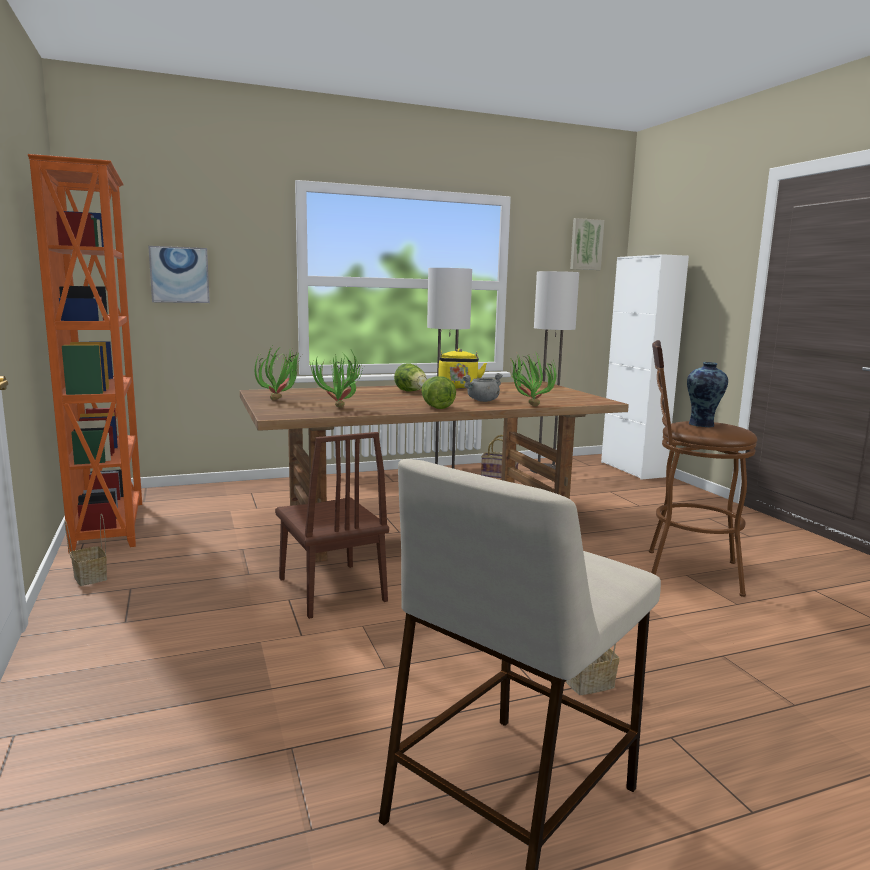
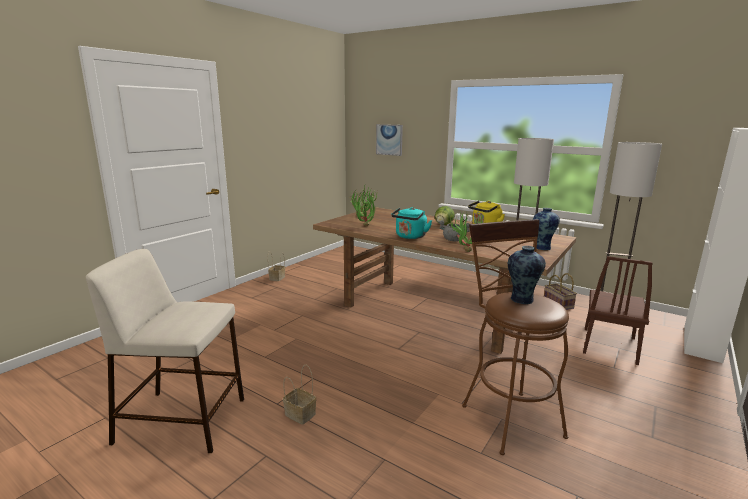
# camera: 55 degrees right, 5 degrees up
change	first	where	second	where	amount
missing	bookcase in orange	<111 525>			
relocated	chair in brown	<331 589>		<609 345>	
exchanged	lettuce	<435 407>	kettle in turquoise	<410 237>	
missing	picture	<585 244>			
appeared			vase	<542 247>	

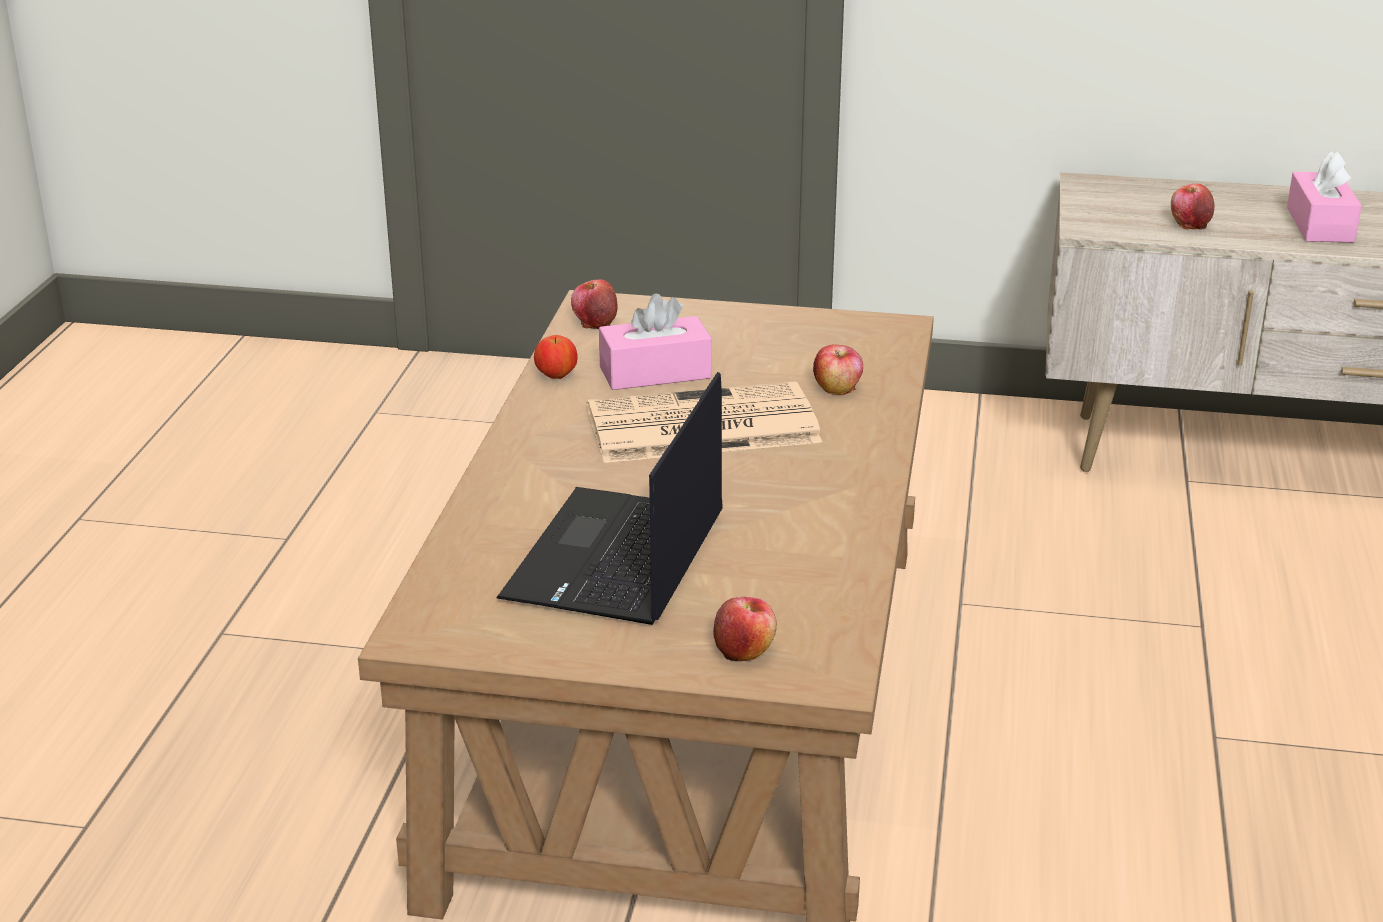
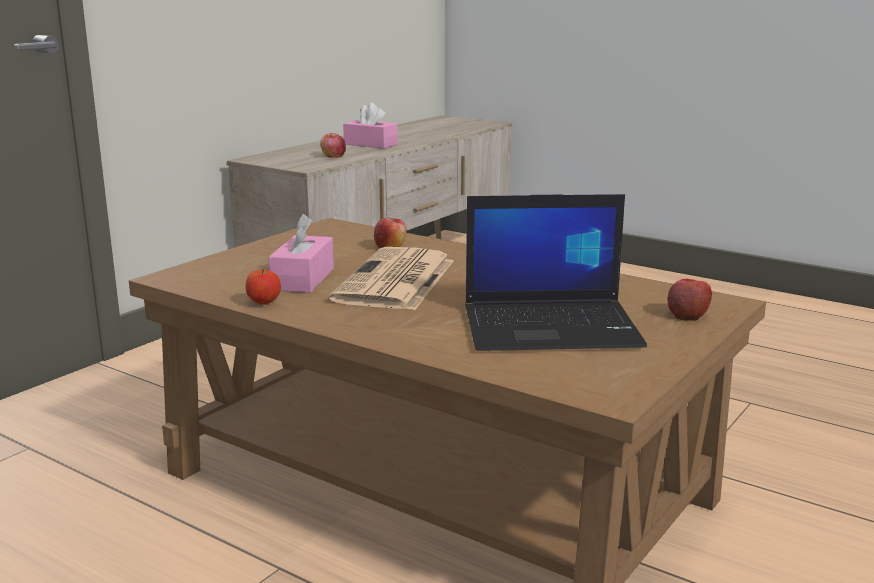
# camera: 65 degrees left, 10 degrees down
change	first	where	second	where	amount
spun	laptop	<617 560>		<552 327>	45 degrees counterclockwise
missing	apple	<594 322>			

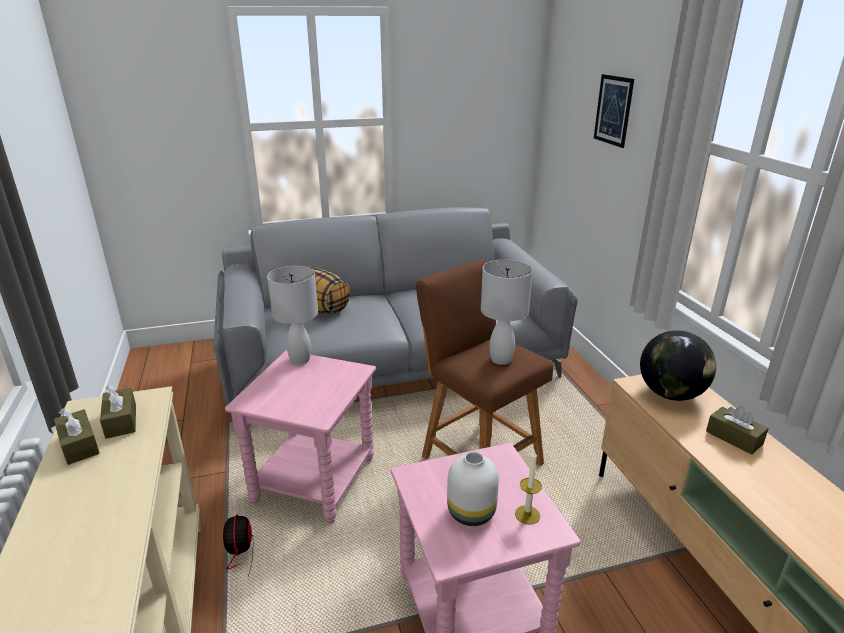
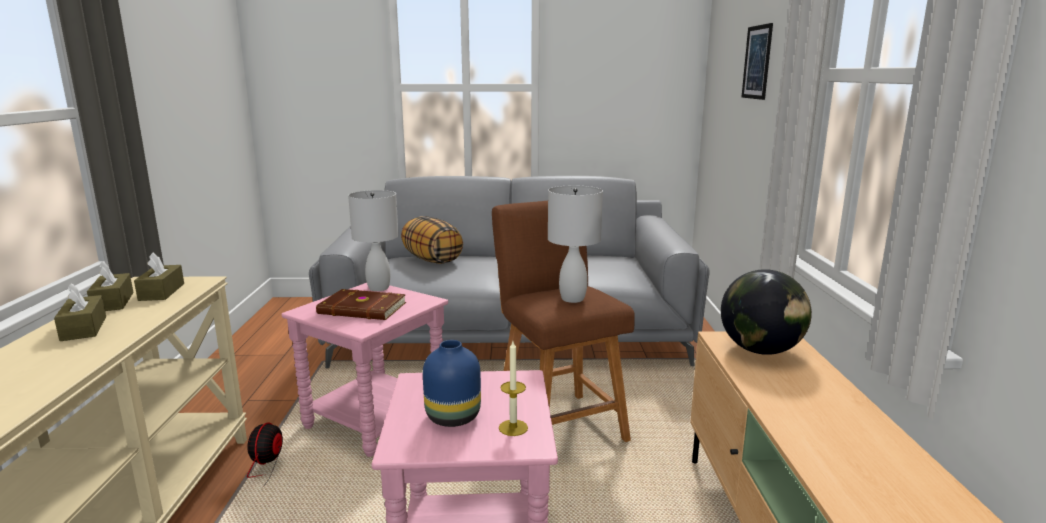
# camera: 15 degrees right, 10 degrees down
change	first	where	second	where	amount
colour	vase in white	<471 513>	vase in blue	<452 418>	
relocated	tissue box in brown	<734 438>		<84 328>	
appeared			book in brown	<362 309>	

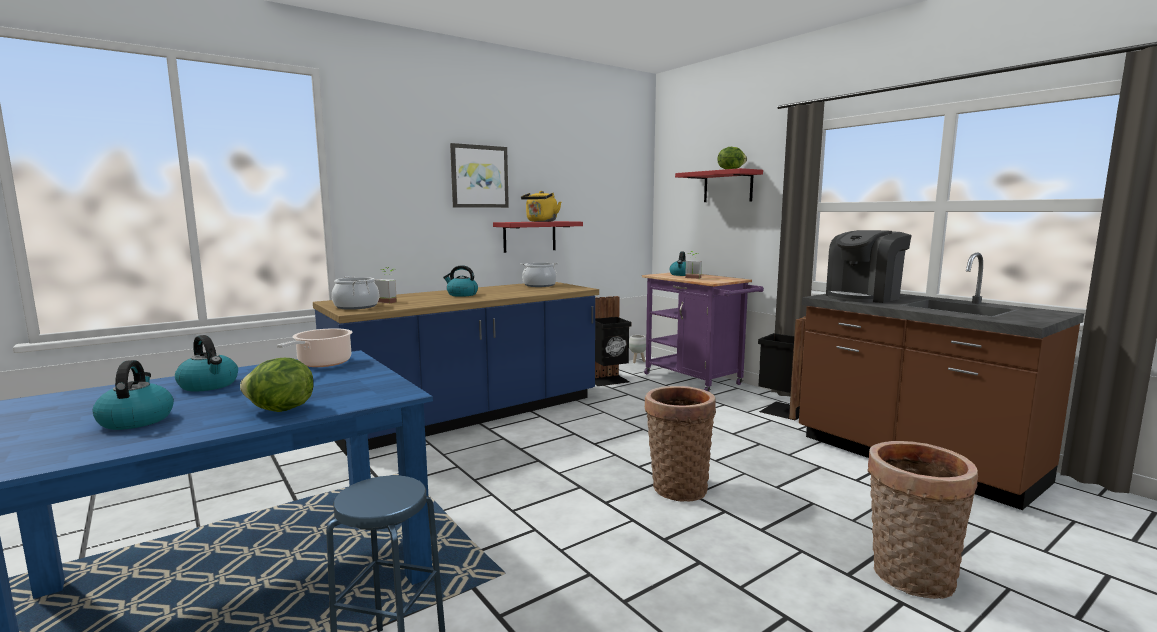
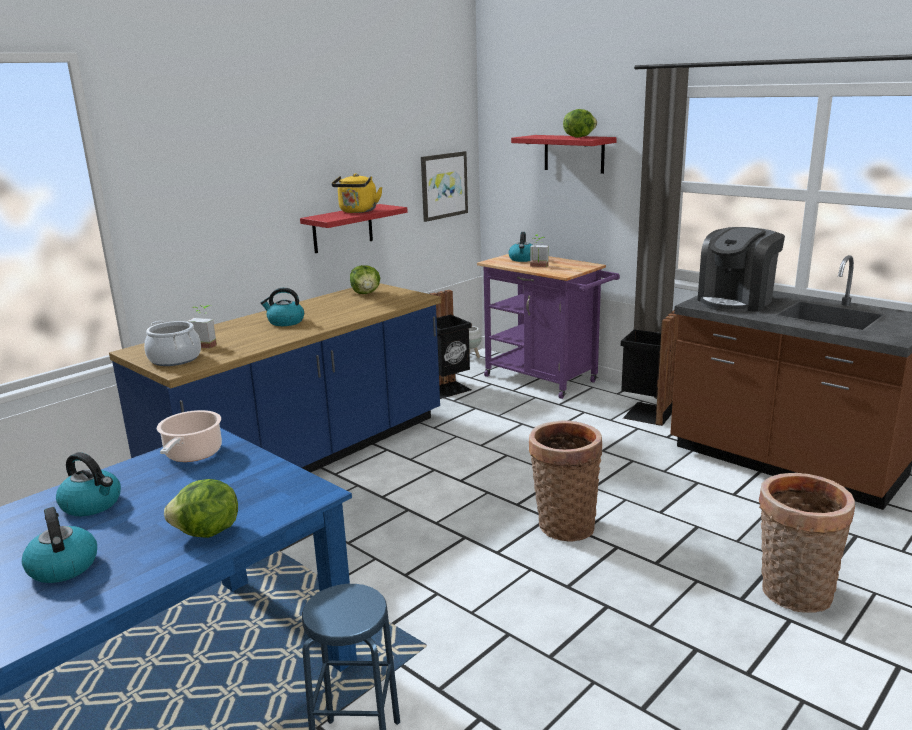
# camera: 10 degrees left, 10 degrees up
change	first	where	second	where	amount
relocated	picture	<479 176>		<443 185>	
exchanged	cooking pot	<539 285>	lettuce	<366 293>	

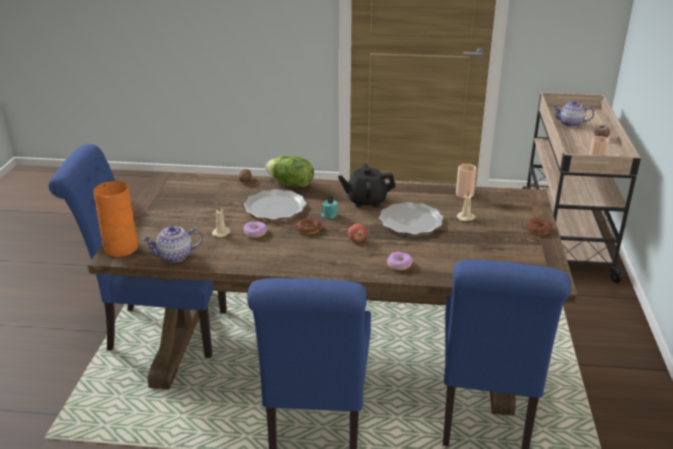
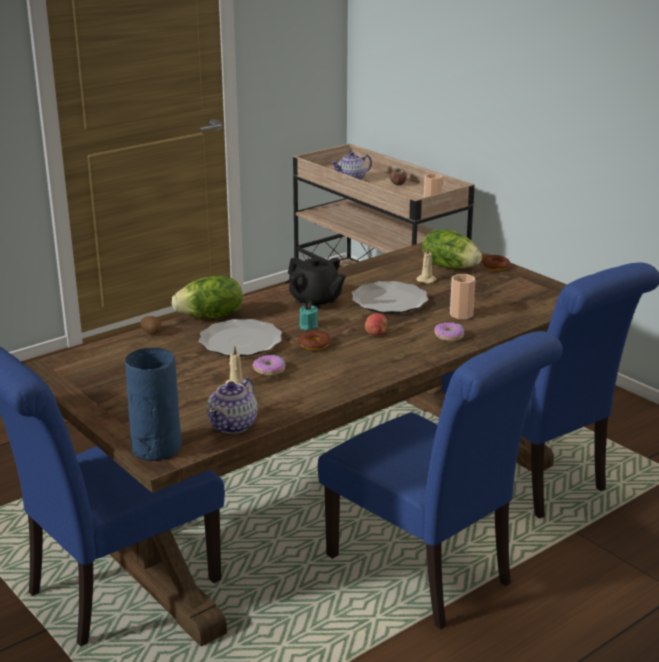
# camera: 45 degrees left, 5 degrees down
change	first	where	second	where	amount
colour	vase in orange	<120 248>	vase in blue	<155 449>	
spun	teapot in black	<366 201>		<316 301>	90 degrees counterclockwise
relocated	cup	<464 194>		<461 314>	
appeared			lettuce	<450 266>	

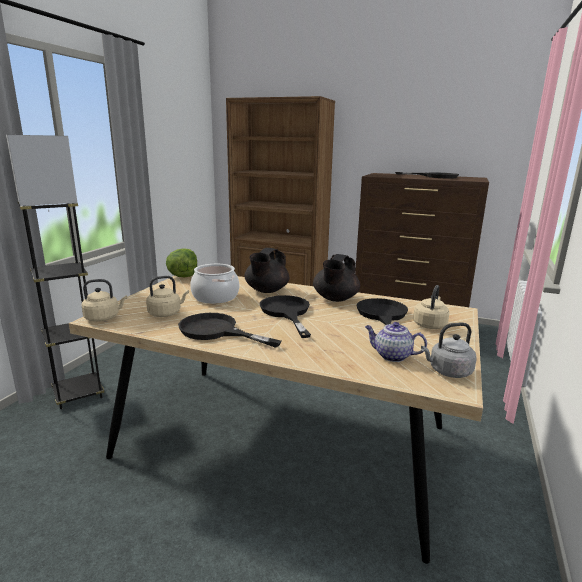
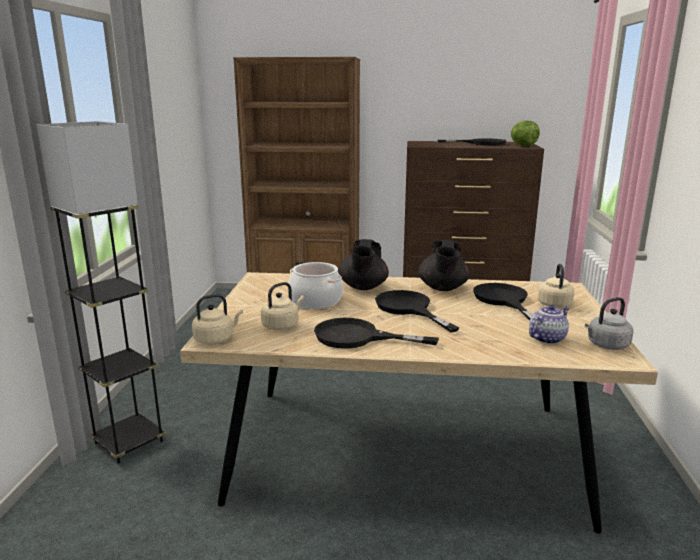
# camera: 15 degrees left, 0 degrees up
change	first	where	second	where	amount
relocated	lettuce	<183 276>		<522 145>	
spun	teapot	<392 356>		<547 338>	135 degrees clockwise

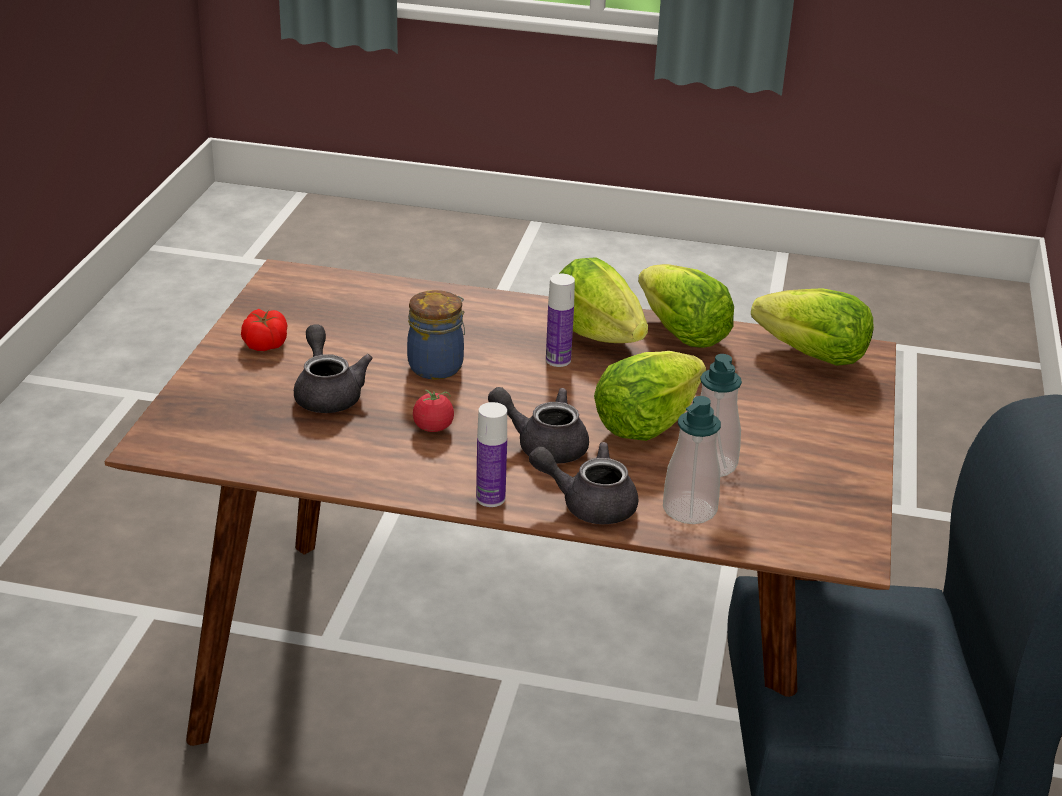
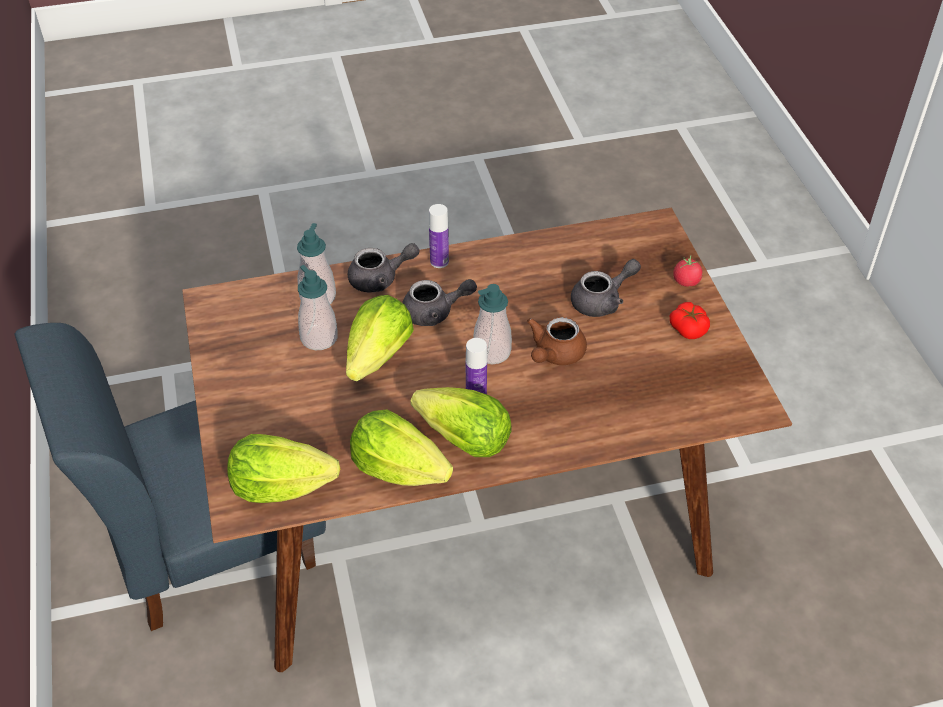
# camera: 155 degrees right, 15 degrees up
change	first	where	second	where	amount
spun	teapot in grey	<327 393>		<602 301>	75 degrees counterclockwise
exchanged	jar	<438 366>	teapot in brown	<554 354>	
relocated	tomato	<433 427>		<686 281>	
appeared			soap dispenser	<492 352>	

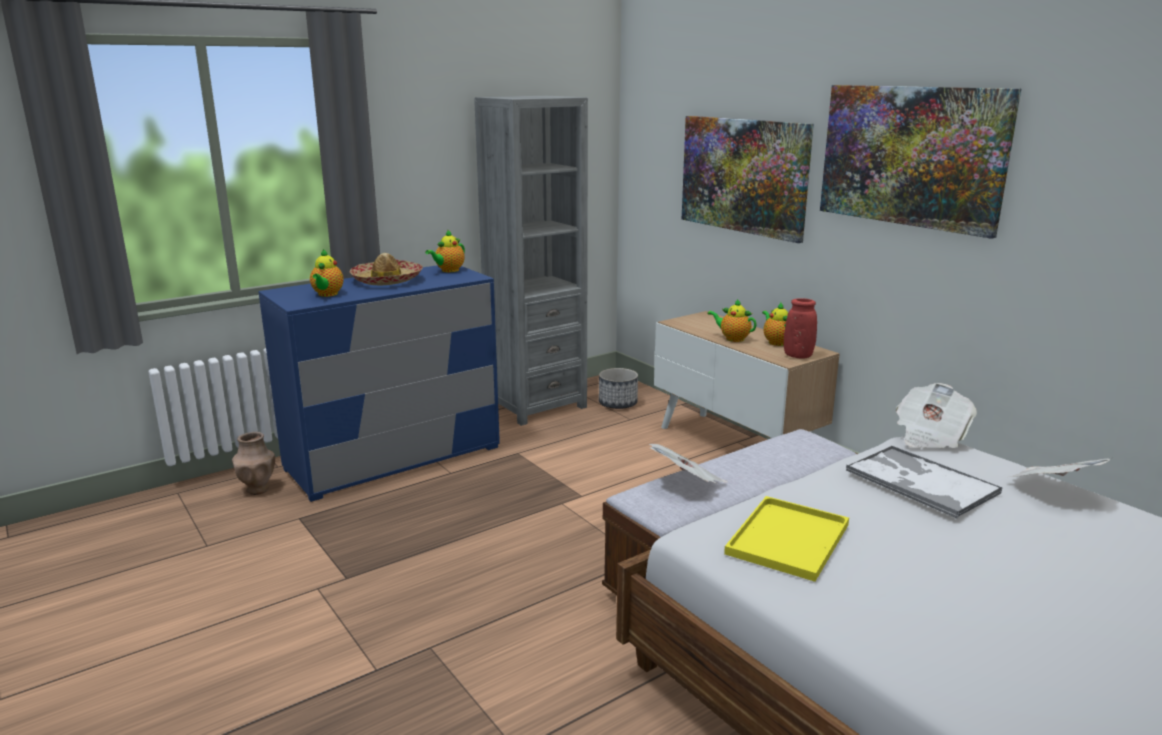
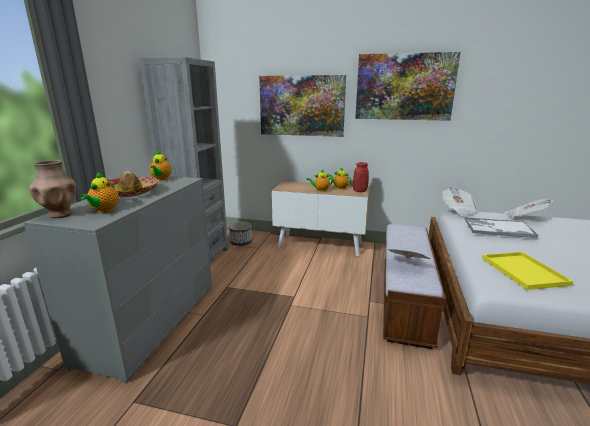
# camera: 40 degrees left, 0 degrees up
change	first	where	second	where	amount
relocated	vase in brown	<258 489>		<60 214>	
colour	dresser in blue	<394 458>	dresser in grey	<151 322>	
spun	teapot	<327 294>		<104 210>	45 degrees clockwise

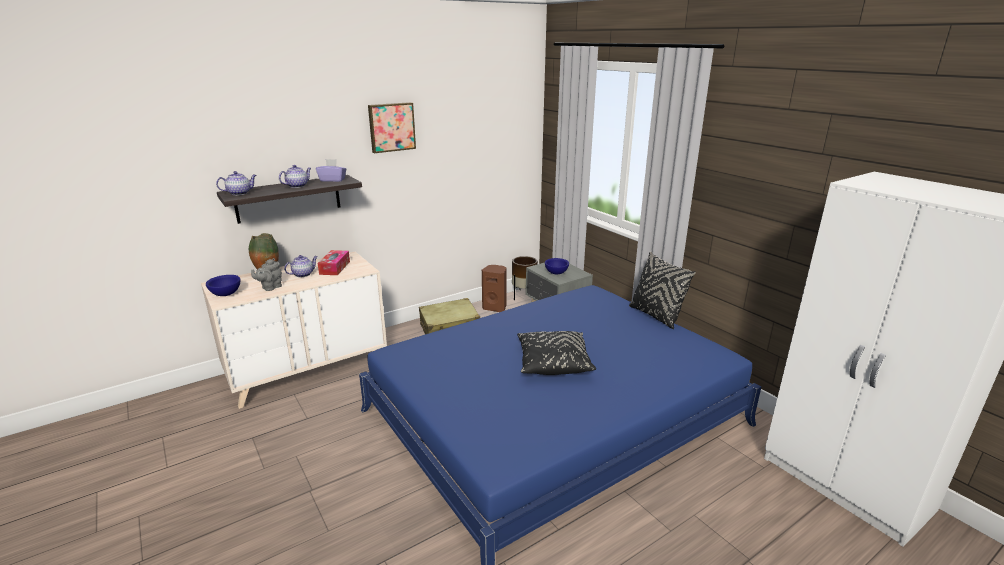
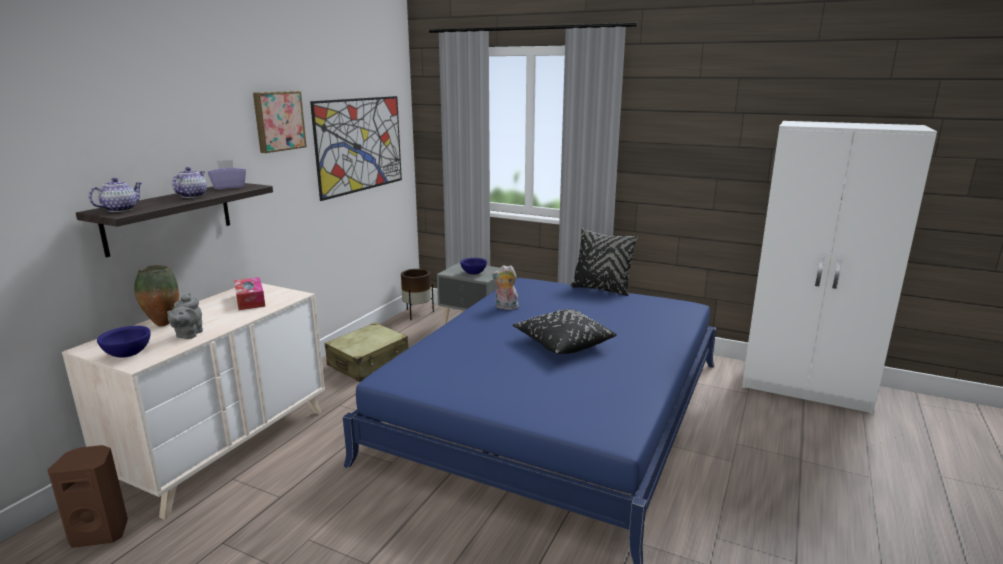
# camera: 30 degrees left, 5 degrees down
change	first	where	second	where	amount
missing	teapot	<303 274>			
relocated	speaker in brown	<495 307>		<101 532>	
appeared			picture	<360 145>	
appeared			plush toy	<505 307>	

